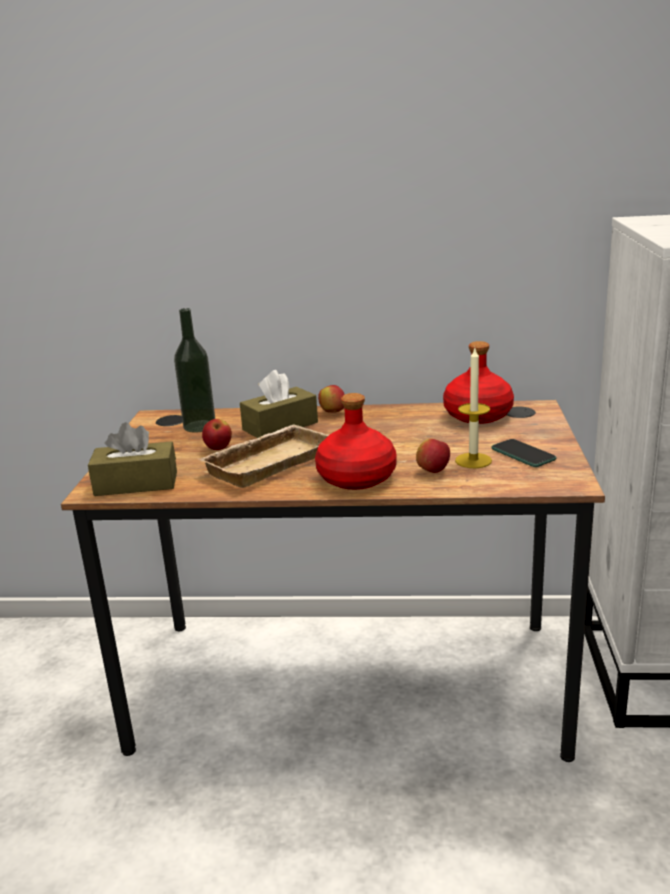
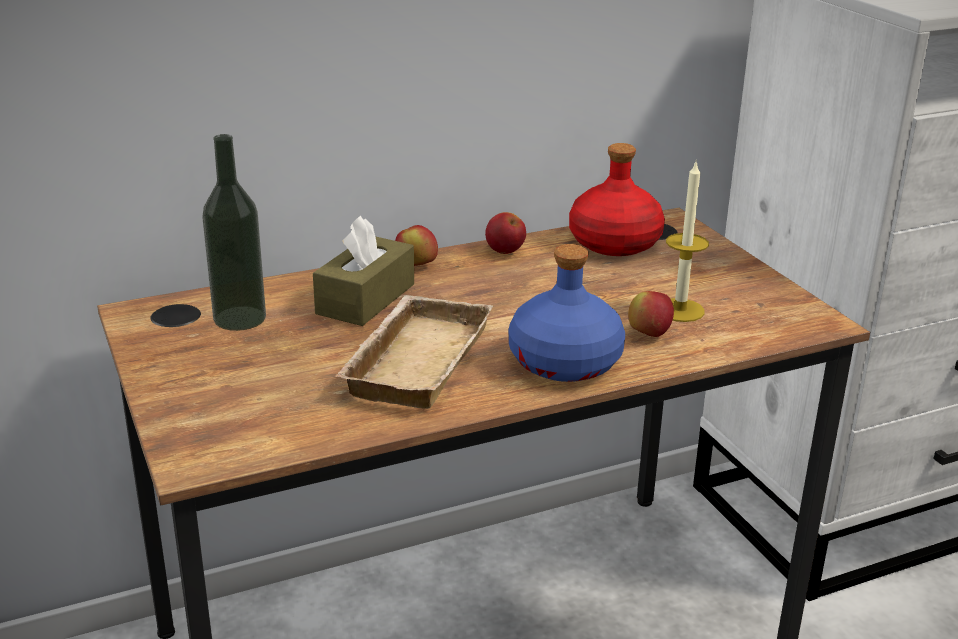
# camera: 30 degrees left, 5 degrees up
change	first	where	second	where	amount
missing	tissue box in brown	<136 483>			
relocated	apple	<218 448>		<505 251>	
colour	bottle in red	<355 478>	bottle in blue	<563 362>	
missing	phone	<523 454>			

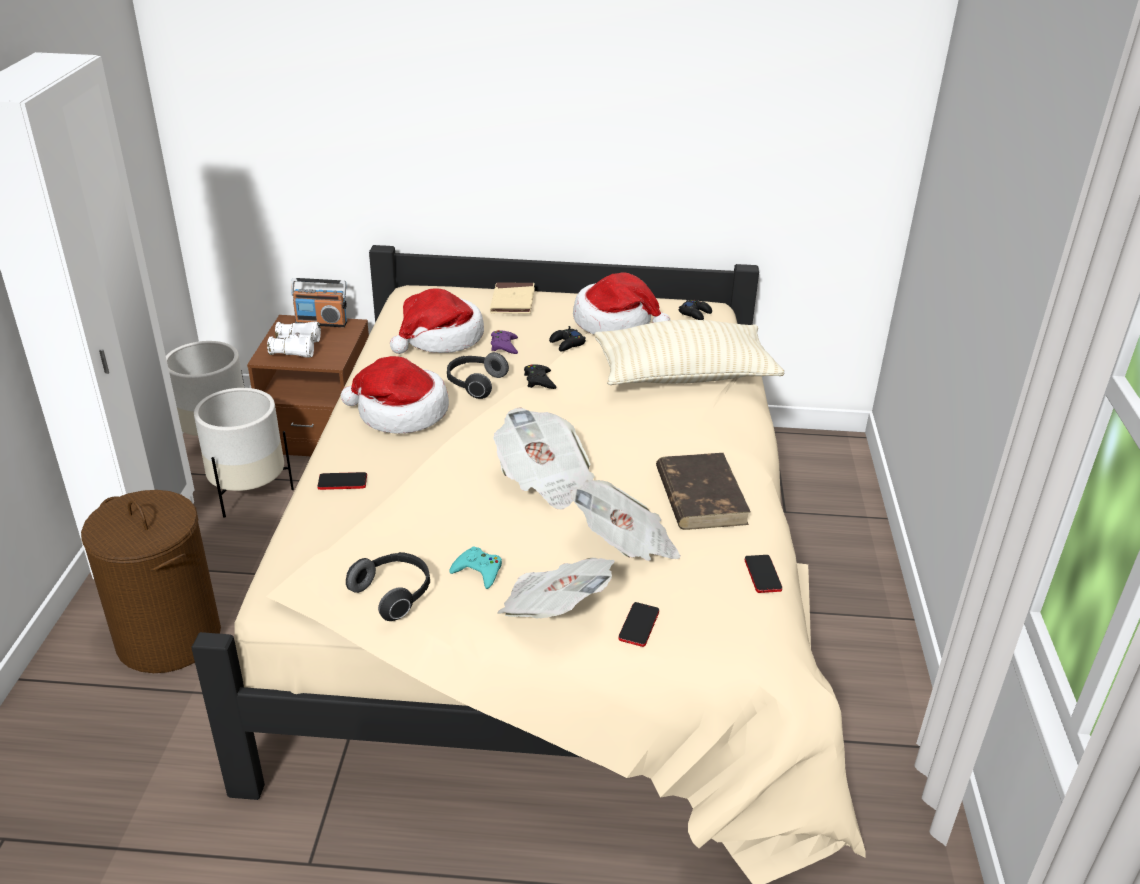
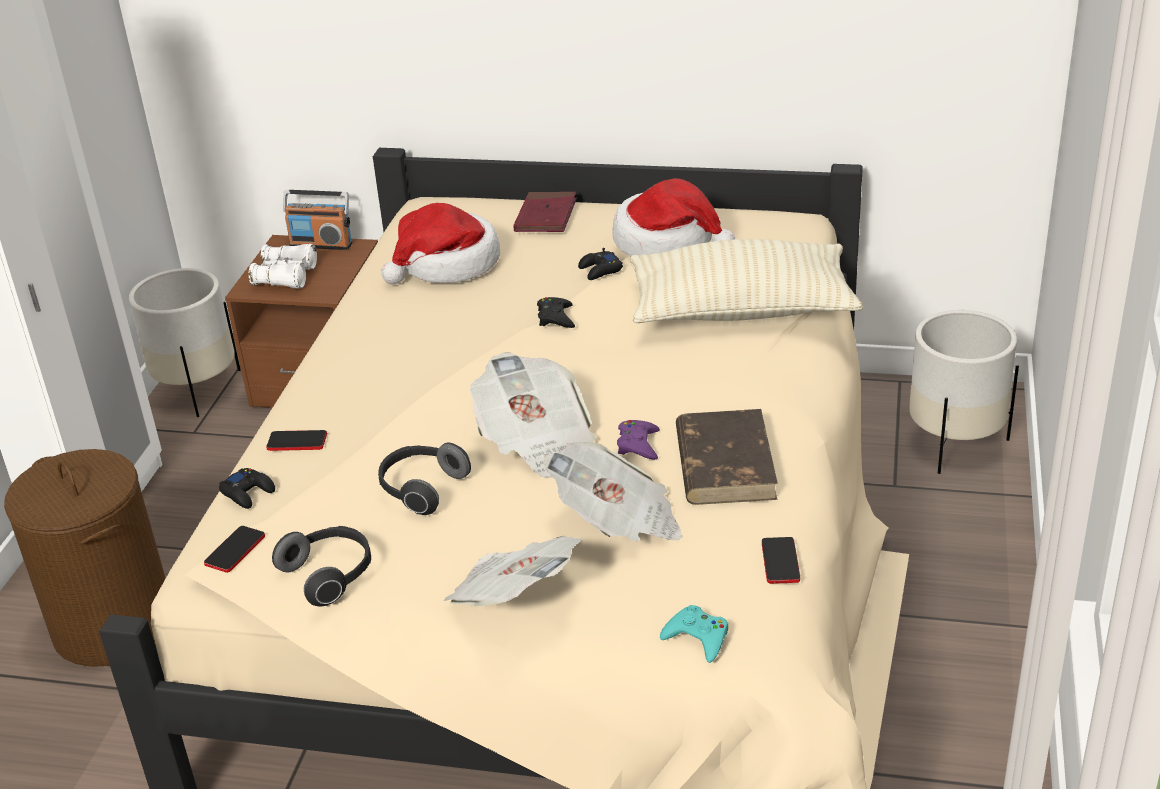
# camera: 10 degrees right, 0 degrees up
change	first	where	second	where	amount
relocated	planter in white	<249 492>		<954 443>	
missing	hat	<400 413>			
relocated	headphones	<475 384>		<421 489>	
relocated	game controller in turquoise	<478 571>		<697 638>	
colour	book in beige	<512 301>	book in red	<546 216>	
relocated	game controller in purple	<504 346>		<638 445>	
relocated	phone	<639 625>		<235 550>	
relocated	game controller in black	<695 313>		<248 493>	

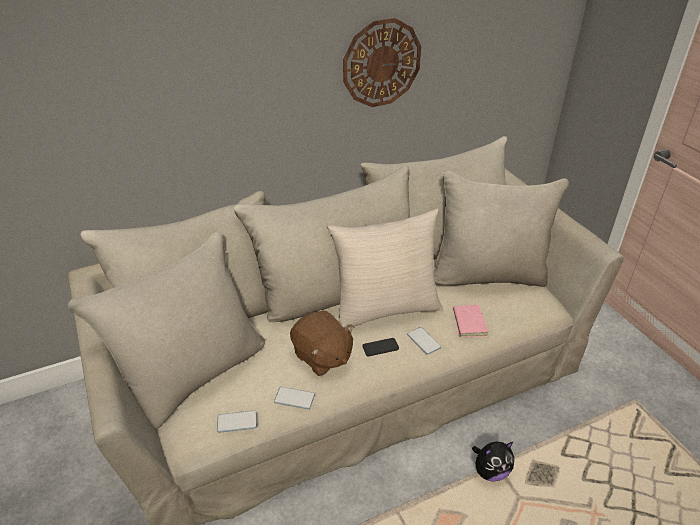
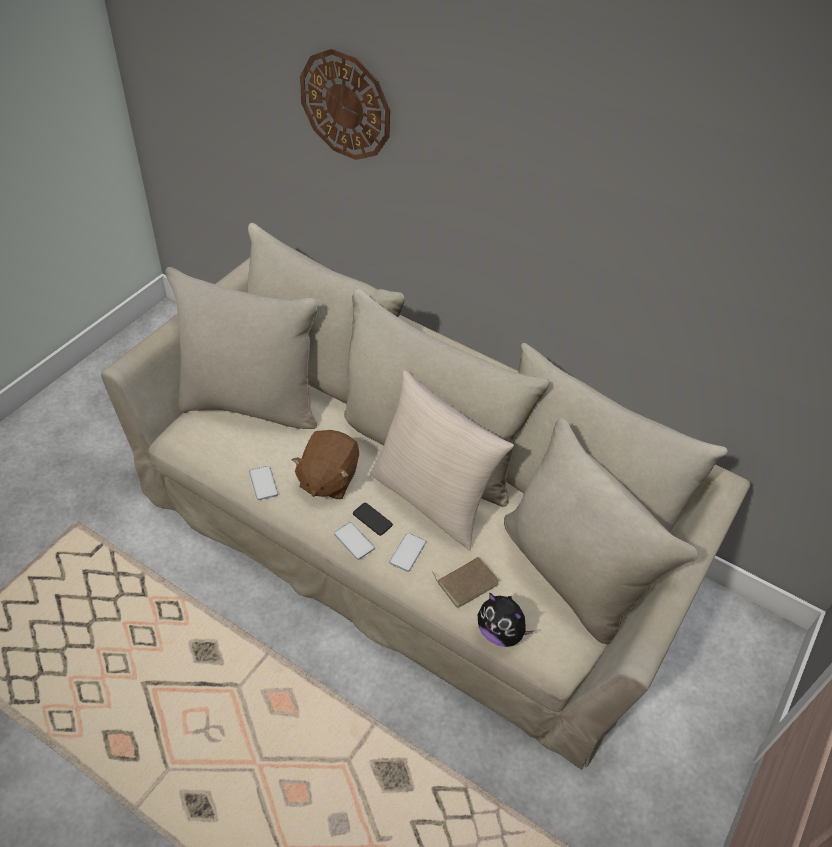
# camera: 55 degrees right, 10 degrees up
change	first	where	second	where	amount
relocated	phone	<237 422>		<354 541>	
relocated	wall clock	<381 63>		<345 105>	
colour	book in pink	<468 322>	book in brown	<466 582>	
relocated	plush toy	<490 471>		<500 632>	

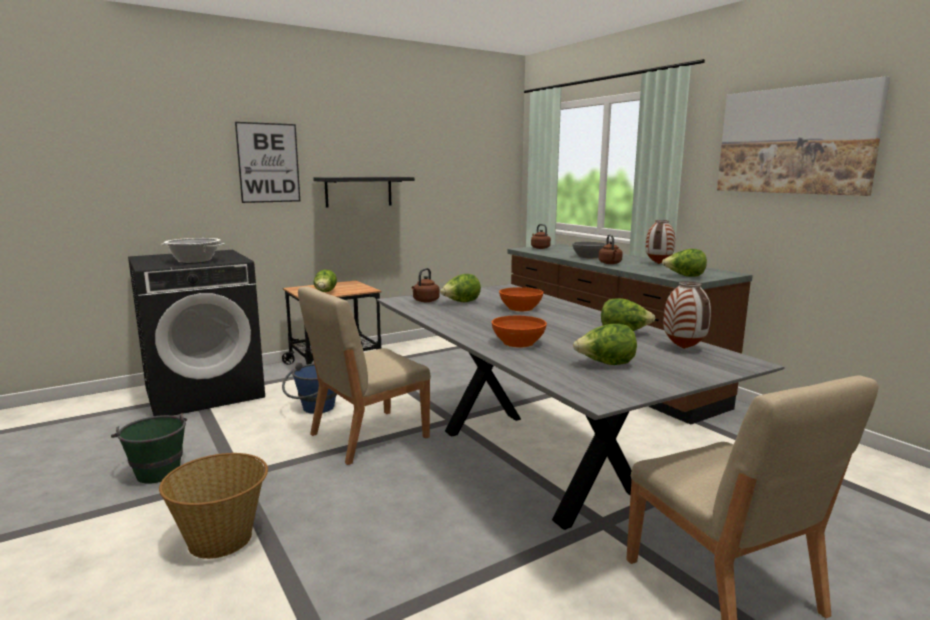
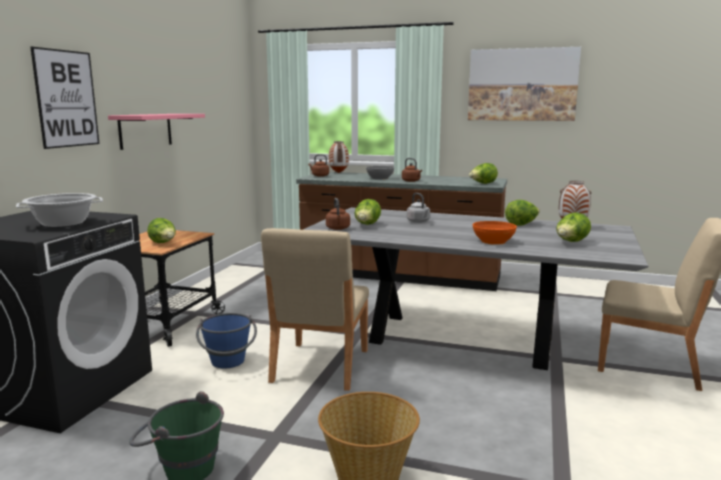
# camera: 40 degrees left, 0 degrees up
change	first	where	second	where	amount
colour	shelf in black	<358 191>	shelf in pink	<145 130>	
exchanged	bowl in orange	<521 308>	kettle in grey	<419 221>	
relocated	vase	<658 263>		<338 173>	

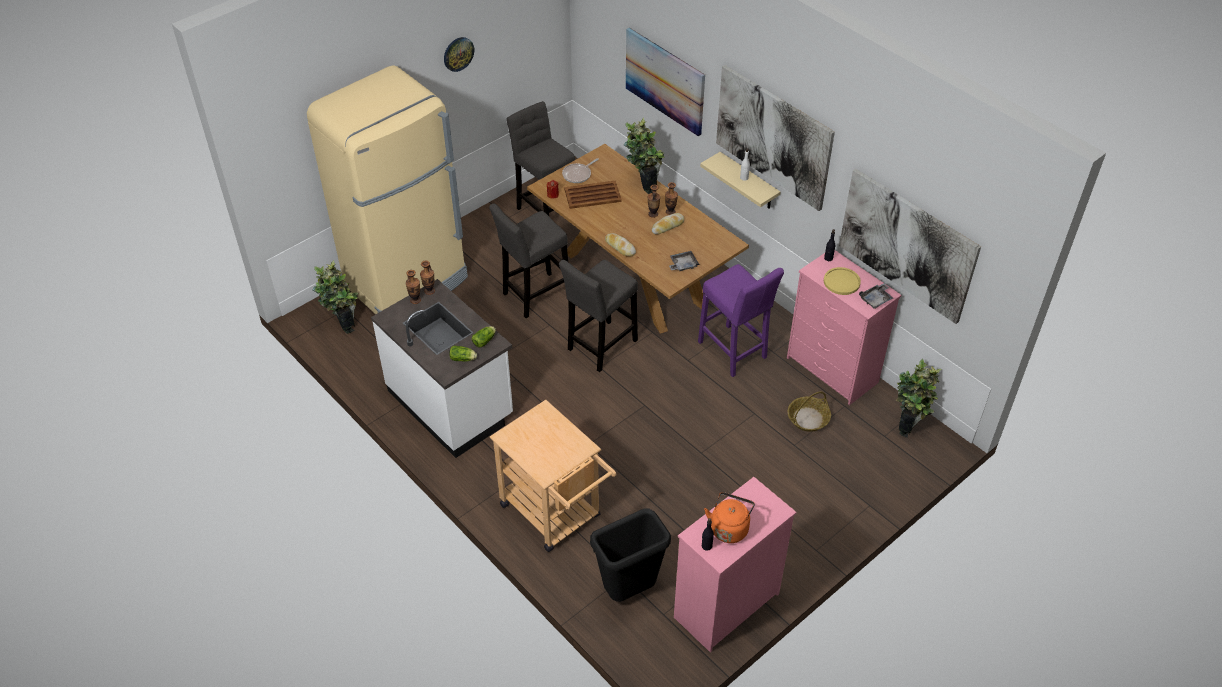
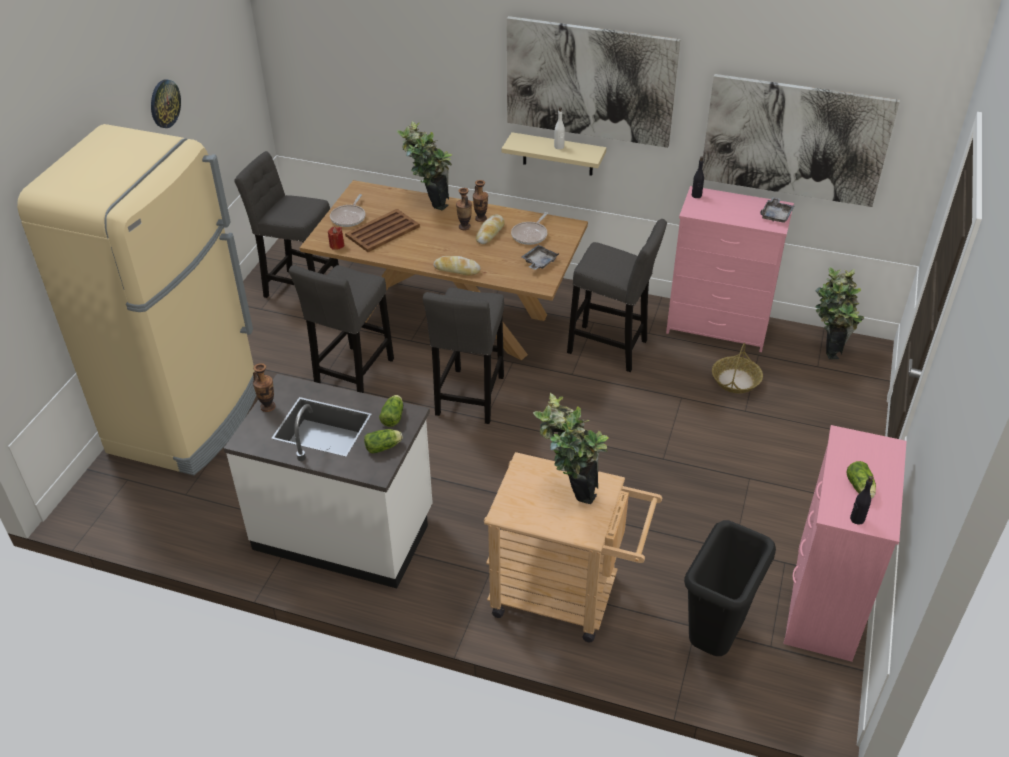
# camera: 30 degrees left, 5 degrees down
change	first	where	second	where	amount
relocated	potted plant	<343 323>		<568 493>	
missing	vase	<429 291>			
missing	picture	<665 81>			
colour	stool in purple	<734 352>	stool in grey	<611 349>	
exchanged	kettle in orange	<729 528>	lettuce	<860 488>	
missing	plate in yellow	<841 282>			
appeared			frying pan	<530 235>	

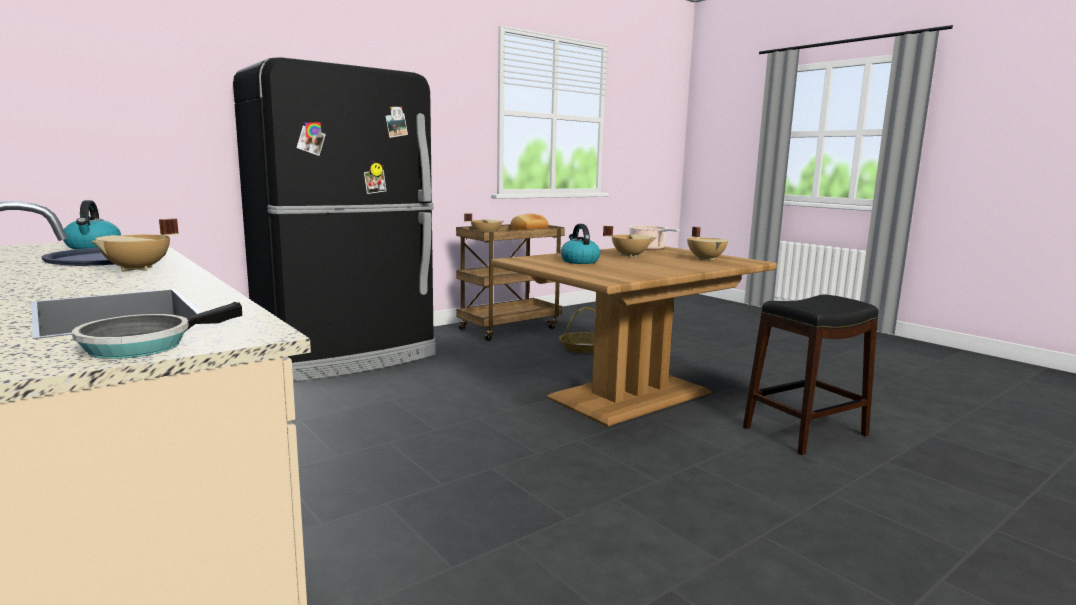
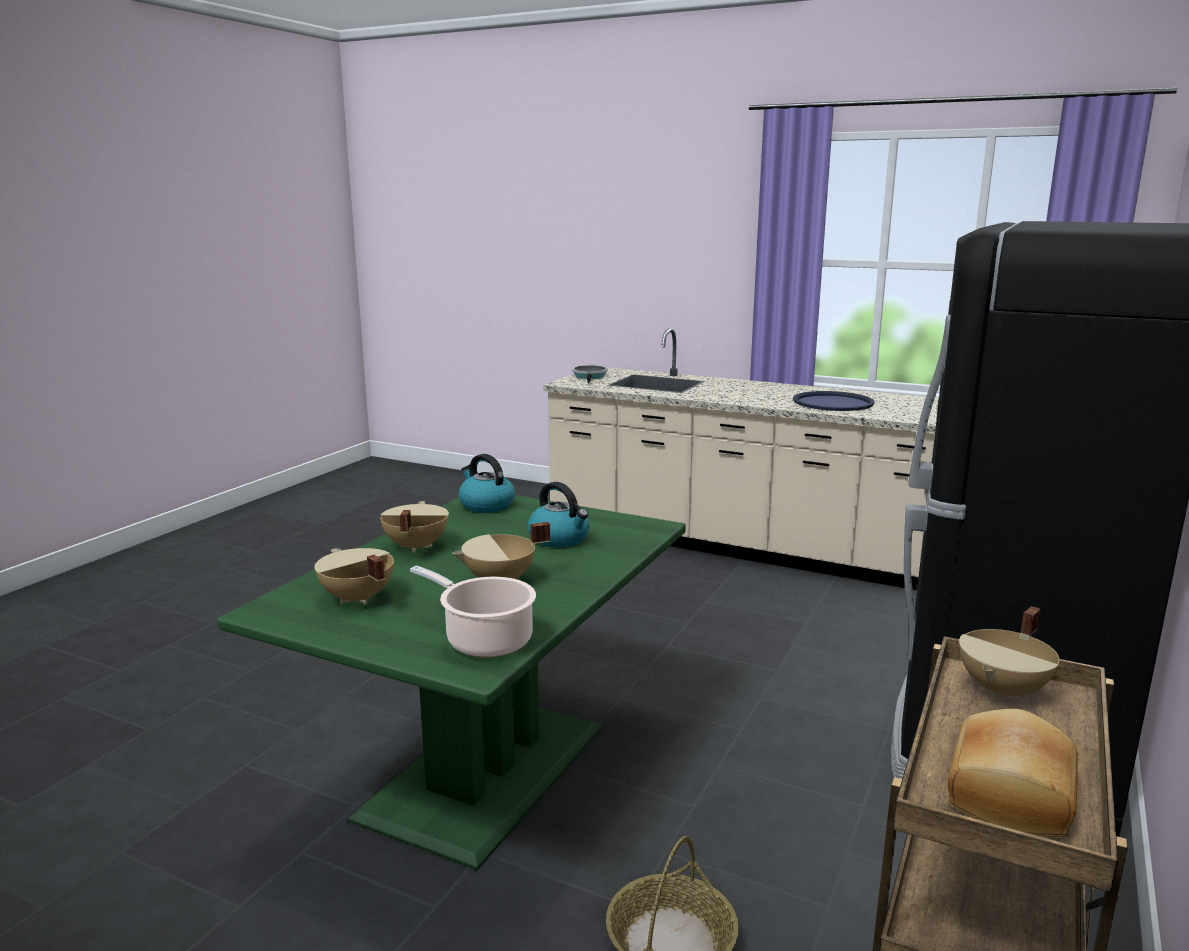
# camera: 155 degrees right, 5 degrees up
change	first	where	second	where	amount
relocated	kettle	<93 247>		<486 505>	
relocated	cooking pot in beige	<138 269>		<415 547>	
colour	dining table in brown	<628 394>	dining table in green	<488 771>	
missing	stool in black	<806 431>			

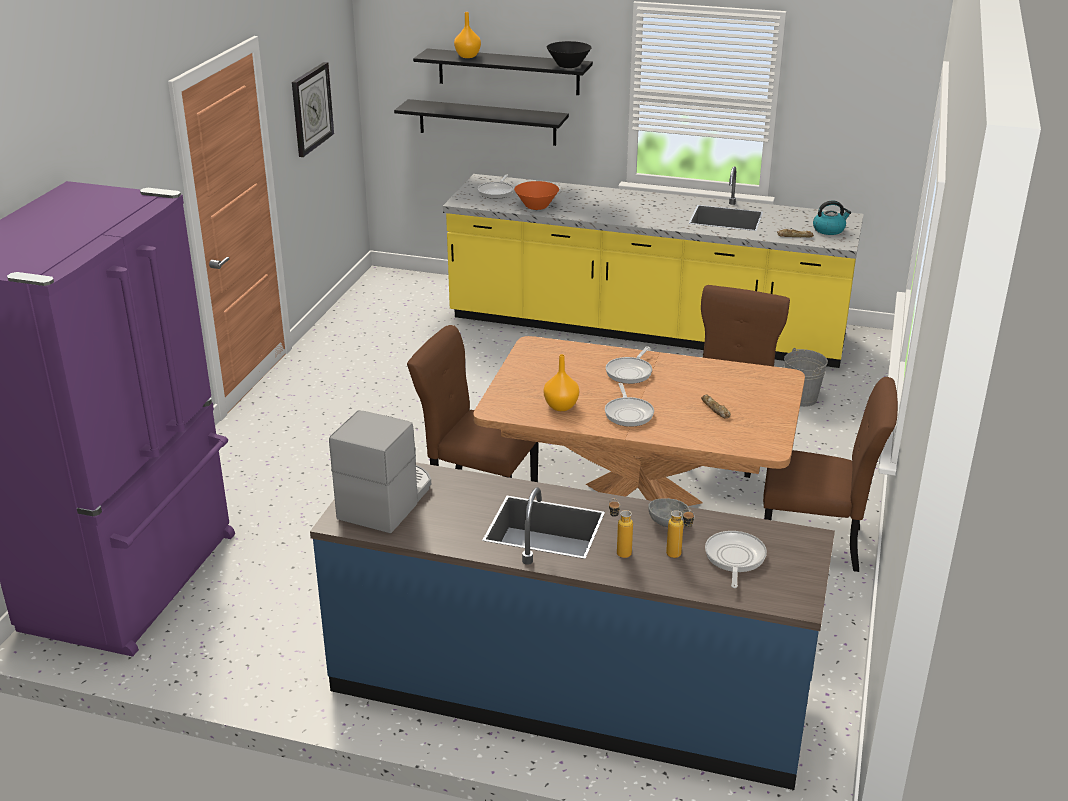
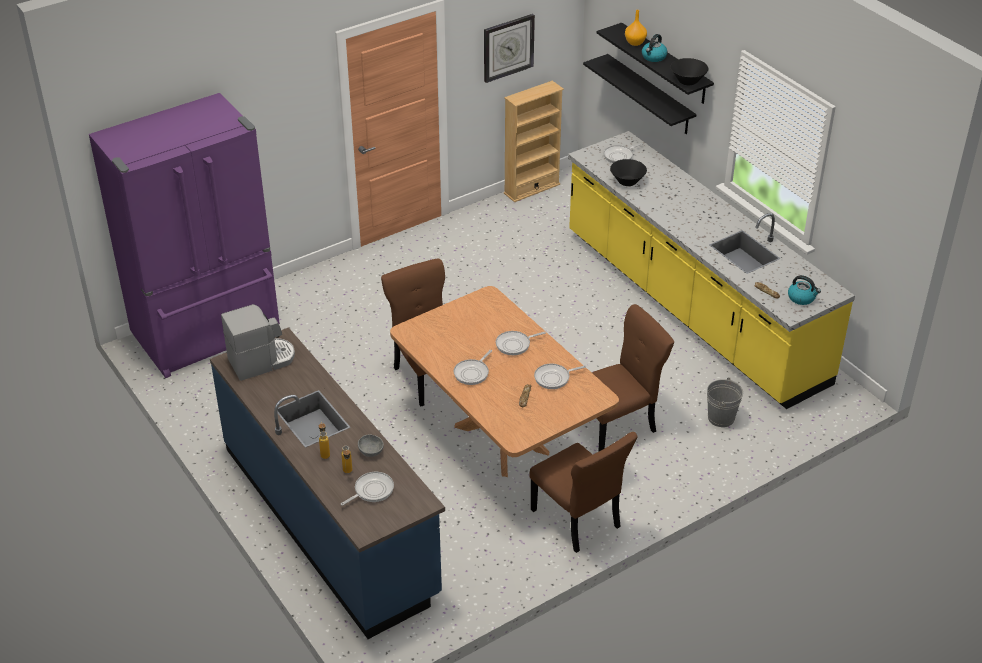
# camera: 40 degrees right, 10 degrees up
change	first	where	second	where	amount
colour	bowl in orange	<536 206>	bowl in black	<627 182>	
missing	vase in orange	<561 406>			
appeared			bookcase in beige	<531 189>	
appeared			frying pan	<554 378>	
appeared			kettle	<653 57>	

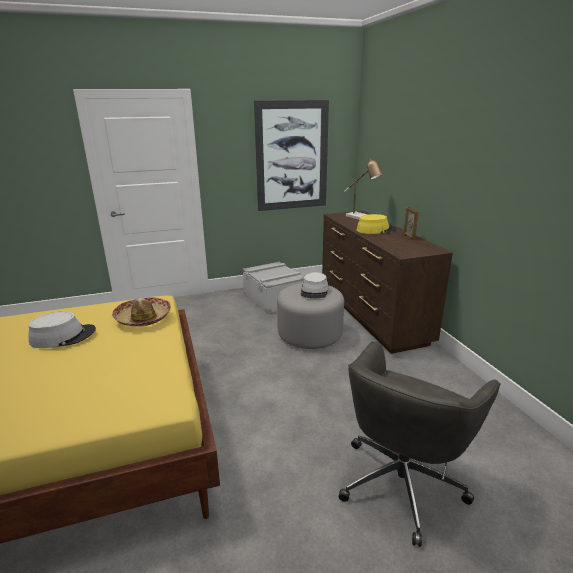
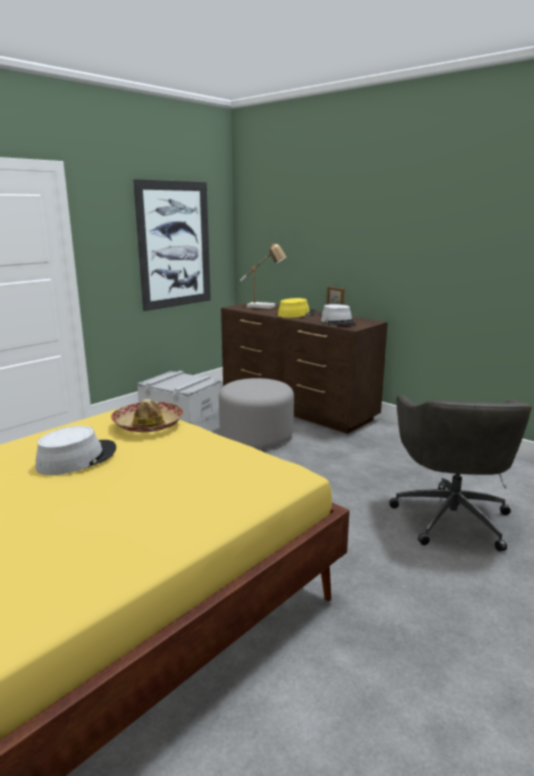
# camera: 30 degrees left, 5 degrees down
change	first	where	second	where	amount
relocated	hat in grey	<314 291>		<338 322>	

